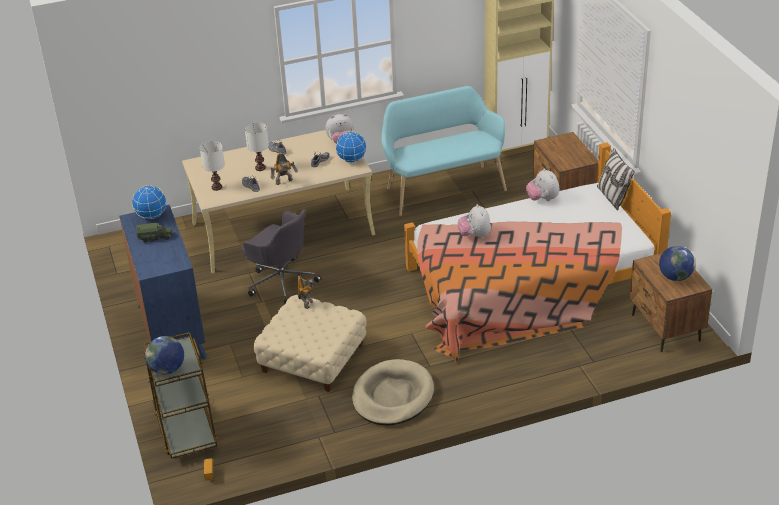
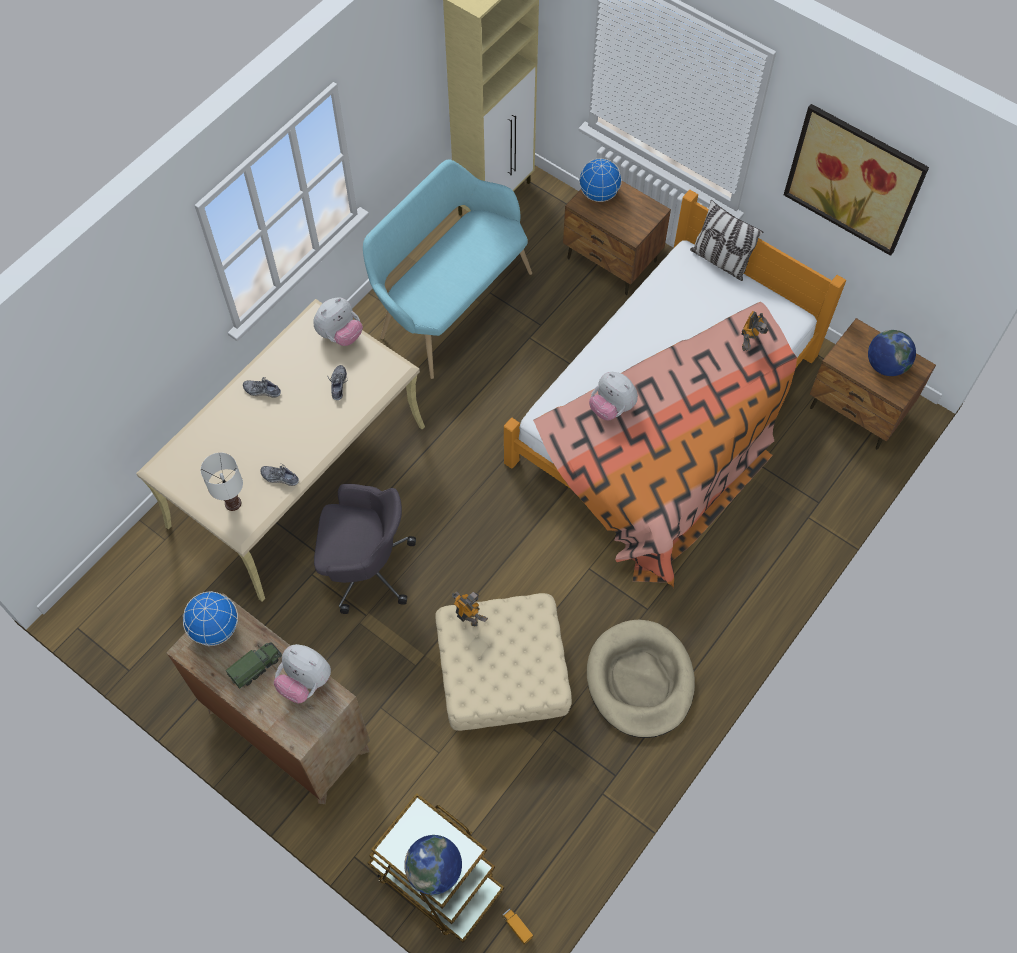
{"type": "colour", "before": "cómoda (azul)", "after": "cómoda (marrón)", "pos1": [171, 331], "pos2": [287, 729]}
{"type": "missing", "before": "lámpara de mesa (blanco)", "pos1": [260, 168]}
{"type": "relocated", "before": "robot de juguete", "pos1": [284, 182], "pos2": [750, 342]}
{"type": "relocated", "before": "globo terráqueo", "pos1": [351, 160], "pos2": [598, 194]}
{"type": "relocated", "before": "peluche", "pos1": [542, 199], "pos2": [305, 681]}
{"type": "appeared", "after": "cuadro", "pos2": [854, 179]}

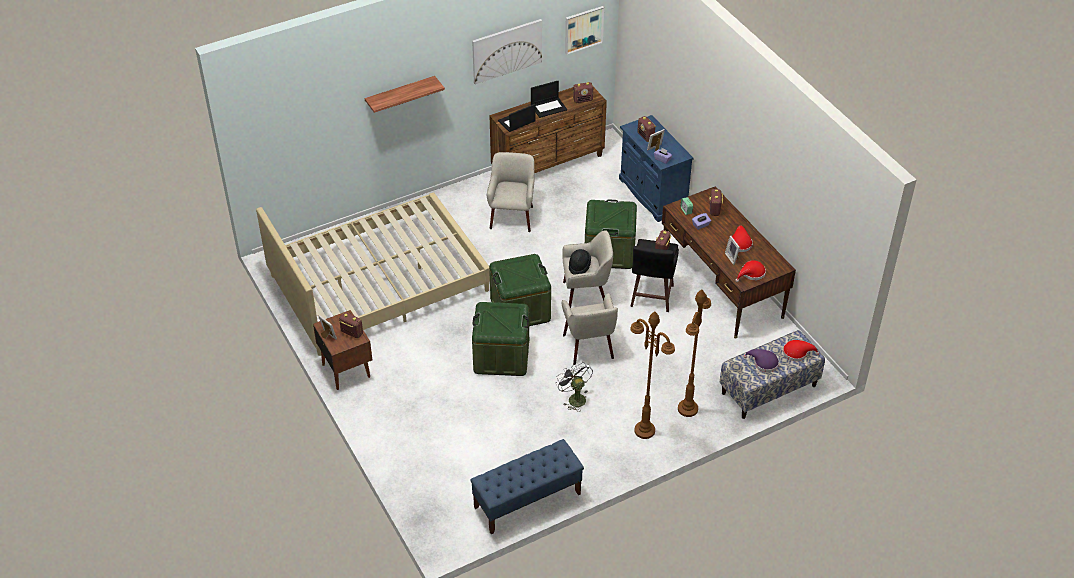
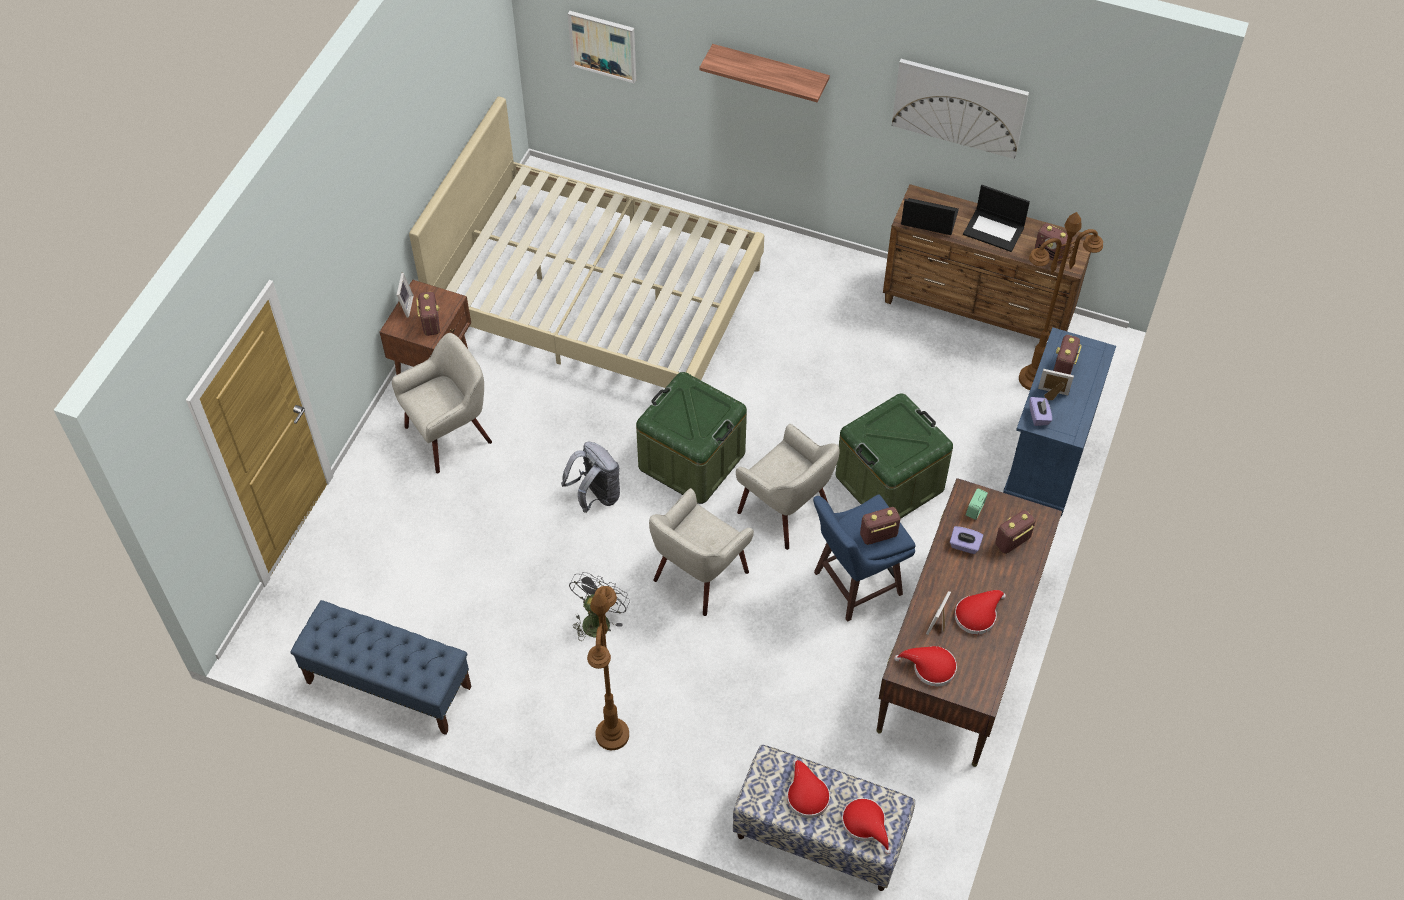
{"type": "exchanged", "before": "caja de almacenaje (verde)", "after": "mochila (gris)", "pos1": [501, 356], "pos2": [596, 496]}
{"type": "relocated", "before": "sillón (beis)", "pos1": [512, 217], "pos2": [449, 435]}
{"type": "relocated", "before": "cuadro", "pos1": [583, 29], "pos2": [603, 45]}
{"type": "missing", "before": "sombrero (negro)", "pos1": [579, 266]}
{"type": "colour", "before": "taburete (negro)", "after": "taburete (azul)", "pos1": [651, 297], "pos2": [855, 584]}
{"type": "relocated", "before": "lámpara de pie (marrón)", "pos1": [687, 409], "pos2": [1033, 379]}
{"type": "colour", "before": "sombrero (morado)", "after": "sombrero (rojo)", "pos1": [763, 363], "pos2": [806, 794]}

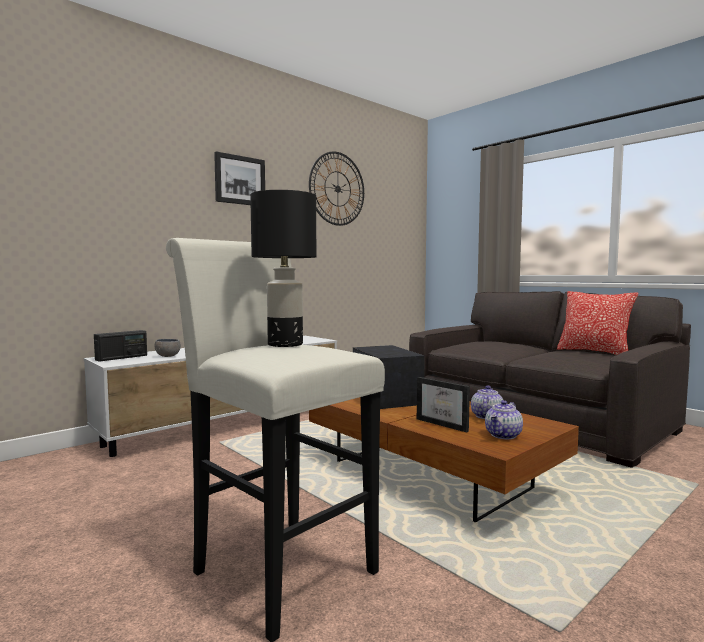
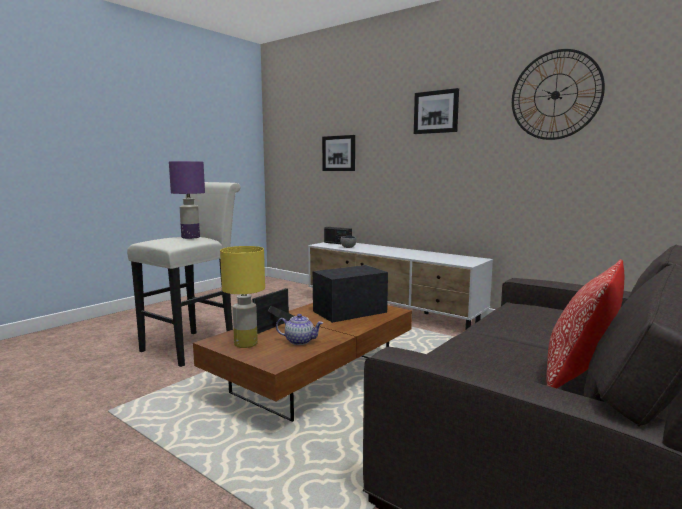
{"type": "colour", "before": "lámpara de mesa (negro)", "after": "lámpara de mesa (morado)", "pos1": [284, 345], "pos2": [190, 237]}
{"type": "exchanged", "before": "tetera", "after": "lámpara de mesa (amarillo)", "pos1": [503, 435], "pos2": [246, 344]}
{"type": "appeared", "after": "cuadro", "pos2": [339, 153]}

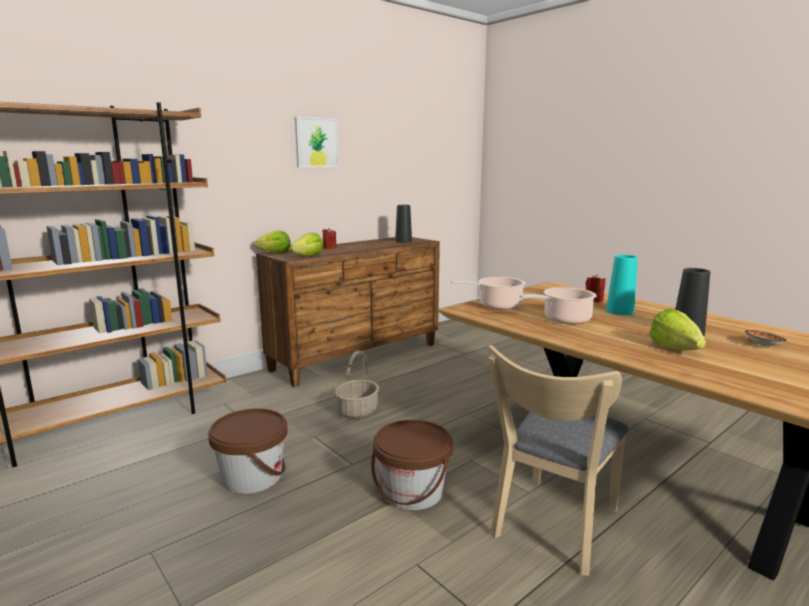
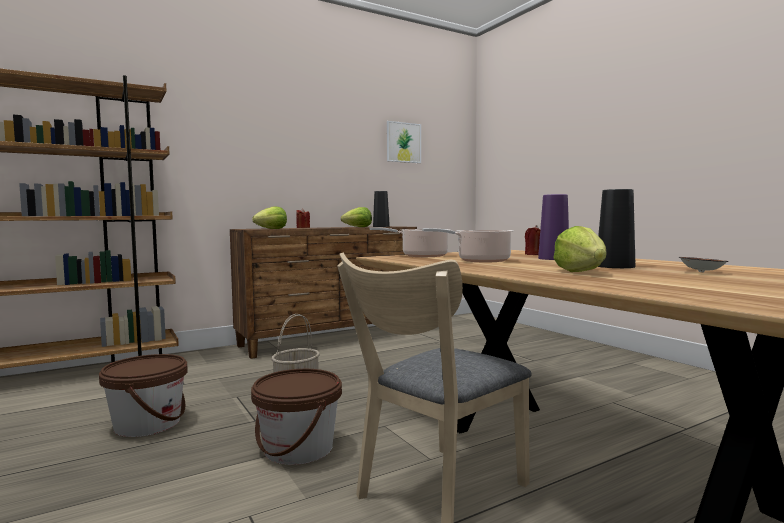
{"type": "relocated", "before": "lechuga", "pos1": [275, 253], "pos2": [358, 227]}
{"type": "relocated", "before": "cuadro", "pos1": [316, 142], "pos2": [403, 142]}
{"type": "colour", "before": "florero (turquesa)", "after": "florero (morado)", "pos1": [620, 311], "pos2": [553, 258]}

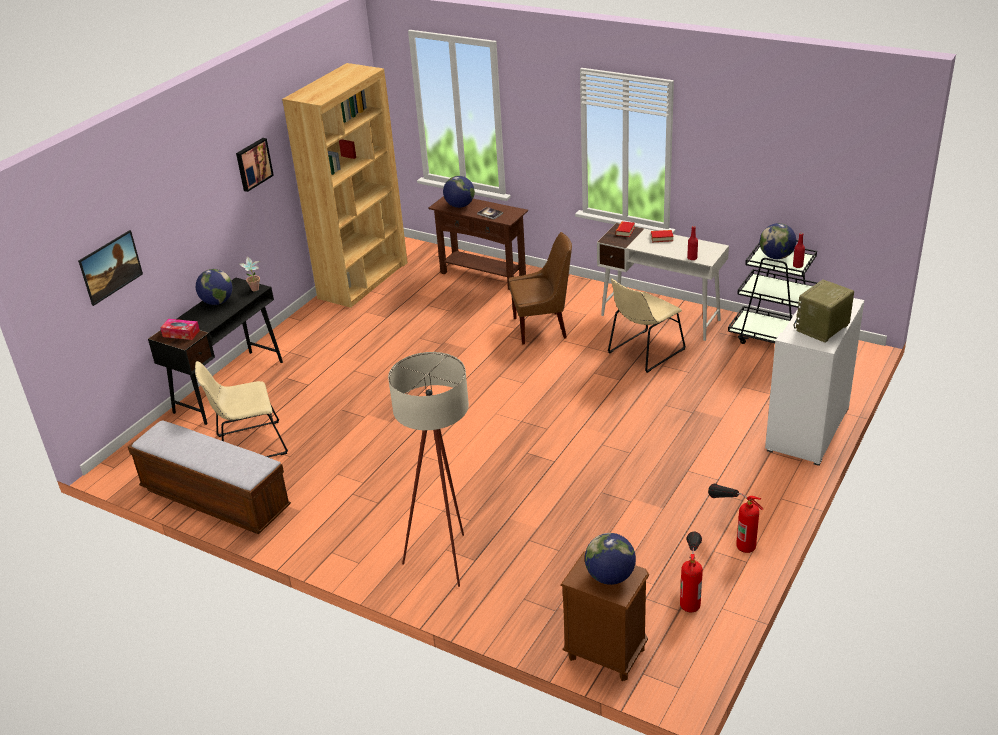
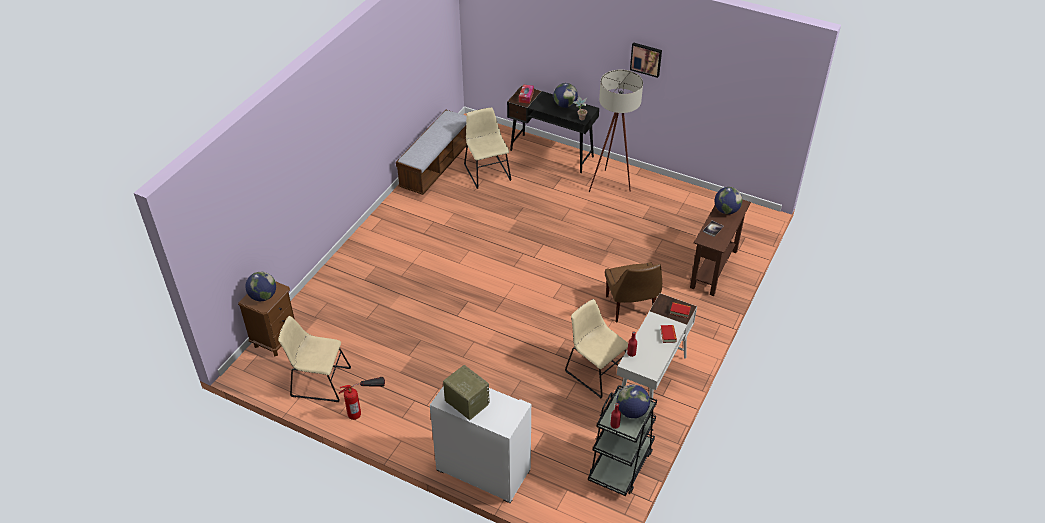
{"type": "missing", "before": "cuadro", "pos1": [114, 278]}
{"type": "missing", "before": "estantería (marrón)", "pos1": [363, 280]}
{"type": "relocated", "before": "lámpara de pie (beis)", "pos1": [447, 556], "pos2": [612, 186]}
{"type": "exchanged", "before": "extintor", "after": "silla (beis)", "pos1": [691, 591], "pos2": [318, 381]}

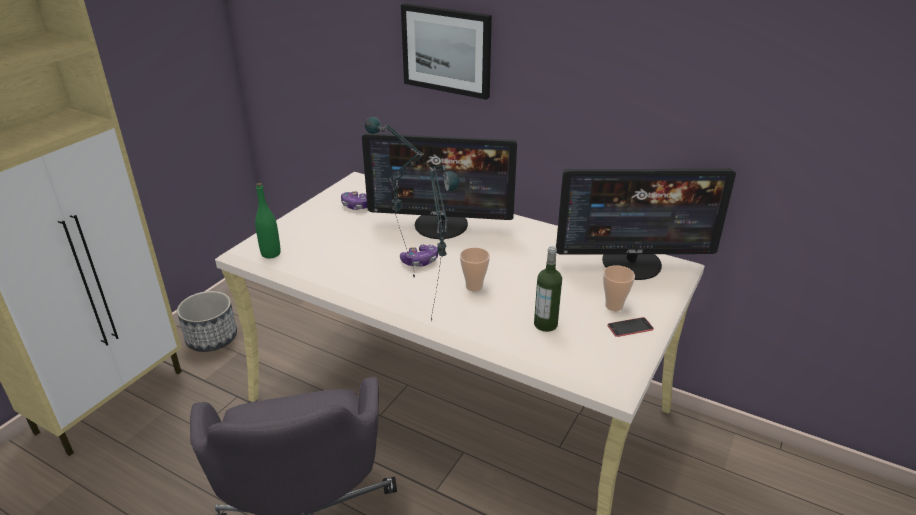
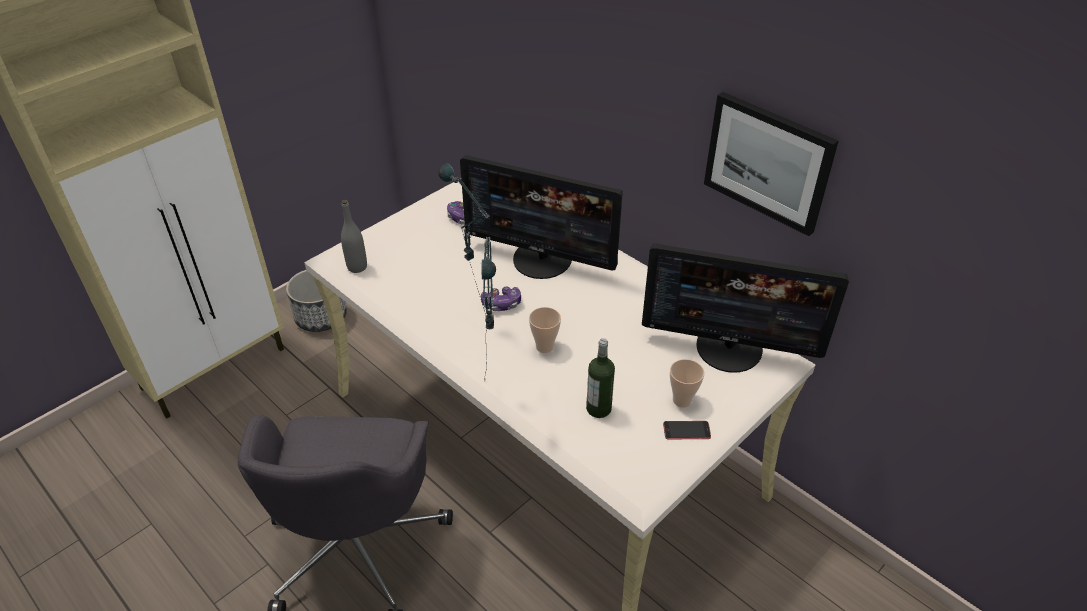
{"type": "colour", "before": "botella (verde)", "after": "botella (gris)", "pos1": [271, 253], "pos2": [357, 267]}
{"type": "relocated", "before": "cuadro", "pos1": [447, 50], "pos2": [768, 162]}

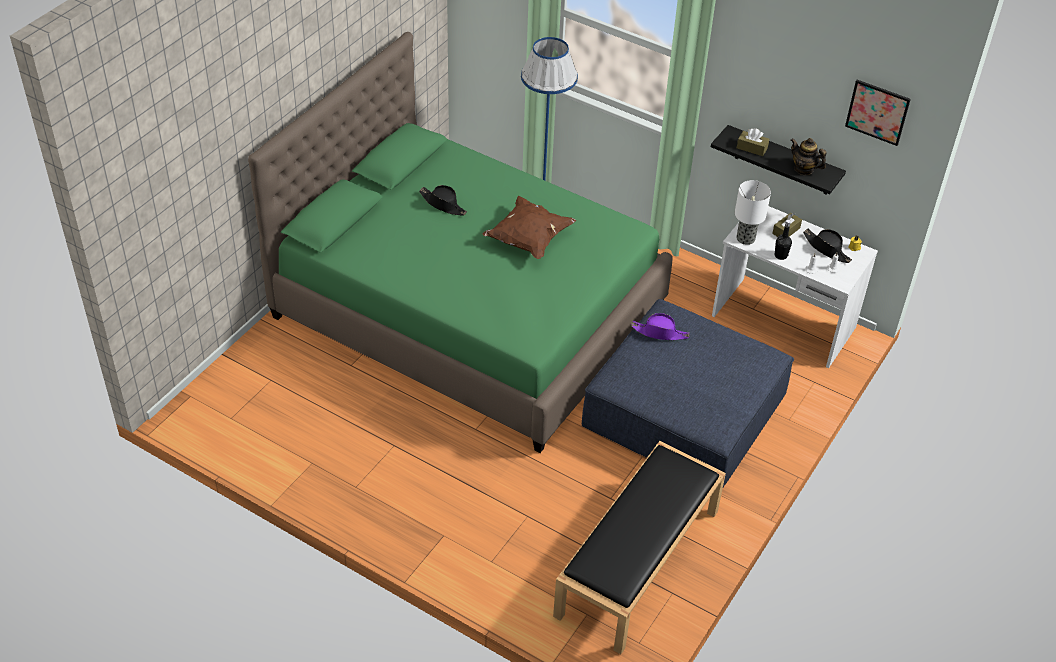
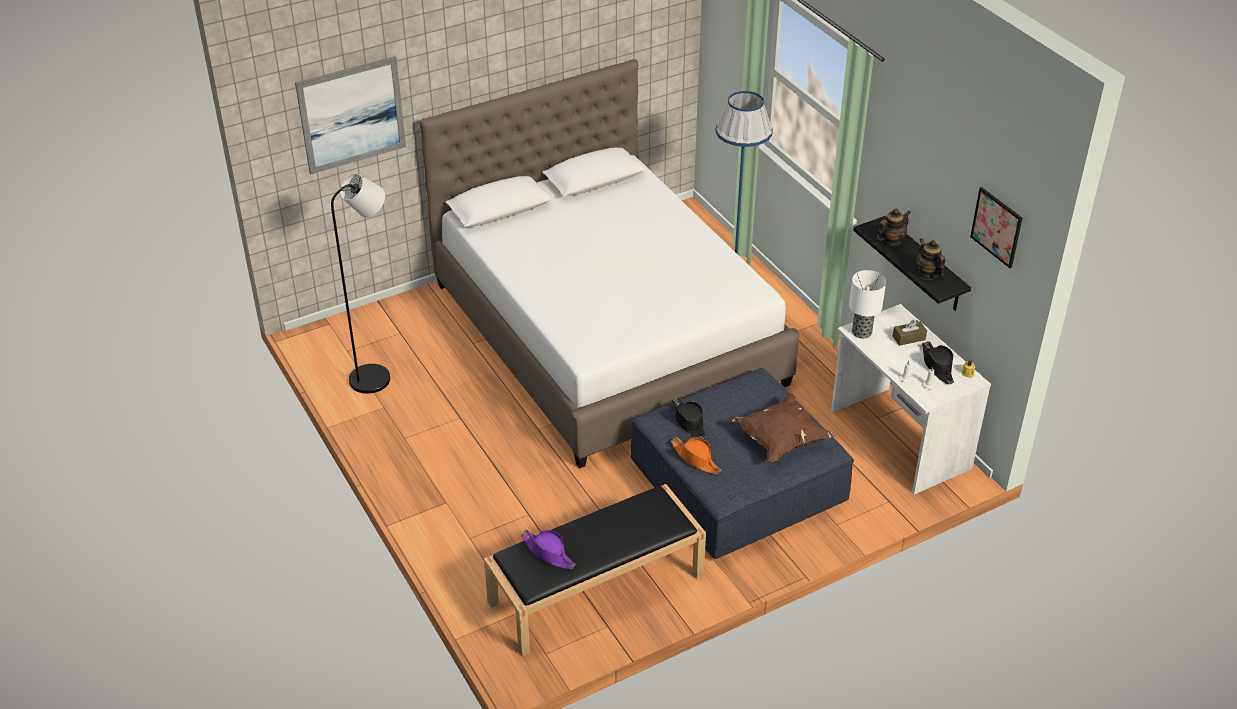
{"type": "colour", "before": "cama (verde)", "after": "cama (blanco)", "pos1": [469, 310], "pos2": [607, 333]}
{"type": "relocated", "before": "sombrero (negro)", "pos1": [443, 204], "pos2": [689, 422]}
{"type": "relocated", "before": "cojín (marrón)", "pos1": [528, 239], "pos2": [780, 440]}
{"type": "relocated", "before": "sombrero (morado)", "pos1": [660, 333], "pos2": [548, 553]}
{"type": "exchanged", "before": "caja de pañuelos (marrón)", "after": "tetera", "pos1": [752, 148], "pos2": [890, 241]}
{"type": "missing", "before": "botella (negro)", "pos1": [780, 255]}
{"type": "appeared", "after": "cuadro", "pos2": [352, 115]}
{"type": "appeared", "after": "lámpara de pie (negro)", "pos2": [377, 376]}
{"type": "appeared", "after": "sombrero (naranja)", "pos2": [696, 459]}

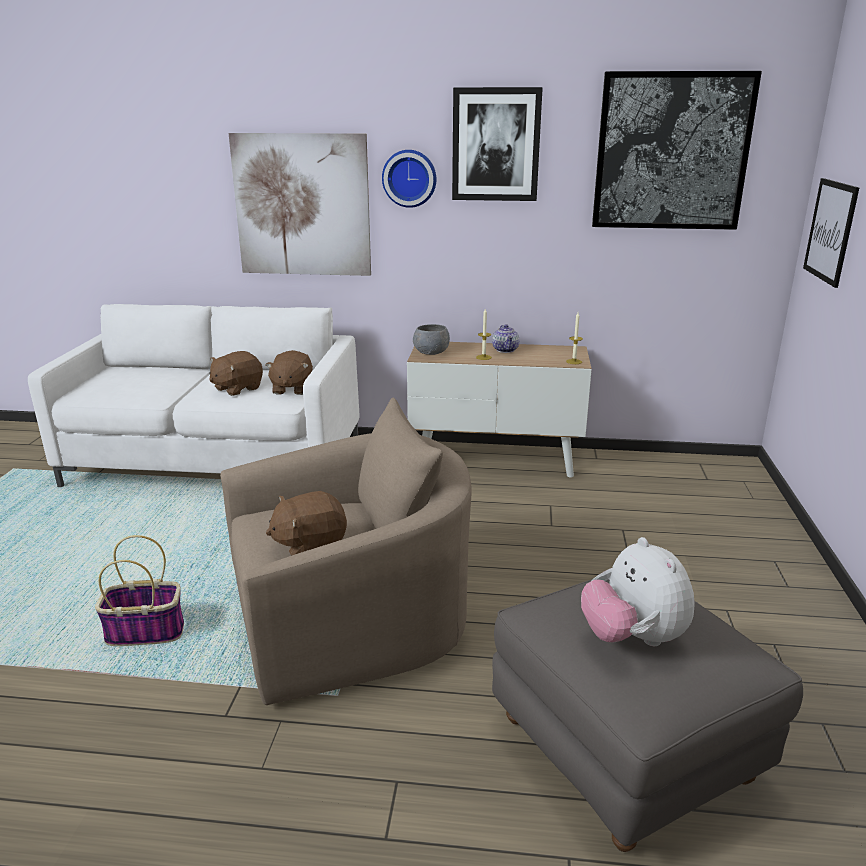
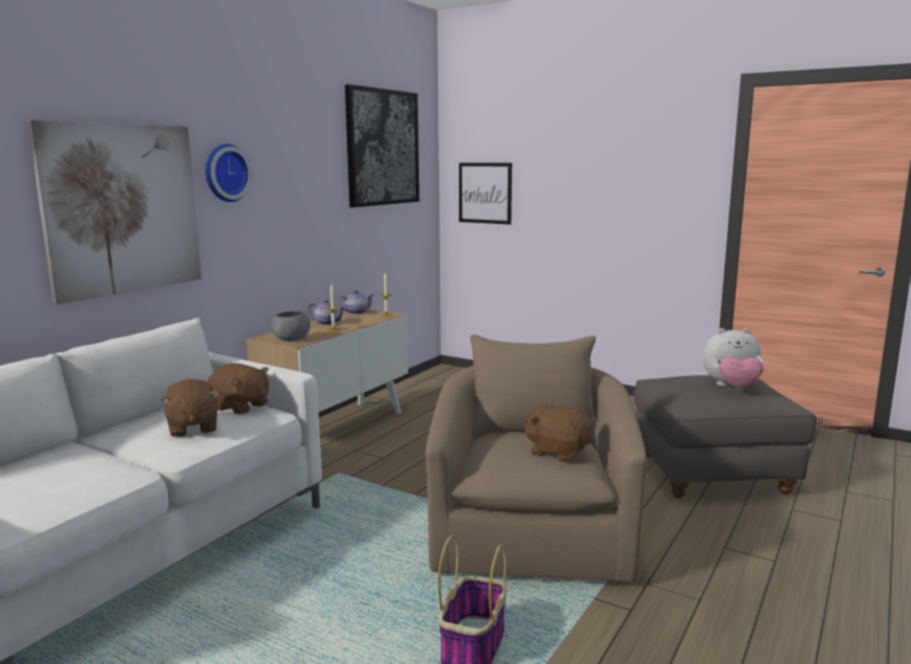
{"type": "spun", "before": "peluche (marrón)", "pos1": [310, 544], "pos2": [558, 452], "turn": 120}
{"type": "missing", "before": "cuadro", "pos1": [496, 145]}
{"type": "appeared", "after": "tetera", "pos2": [356, 312]}

